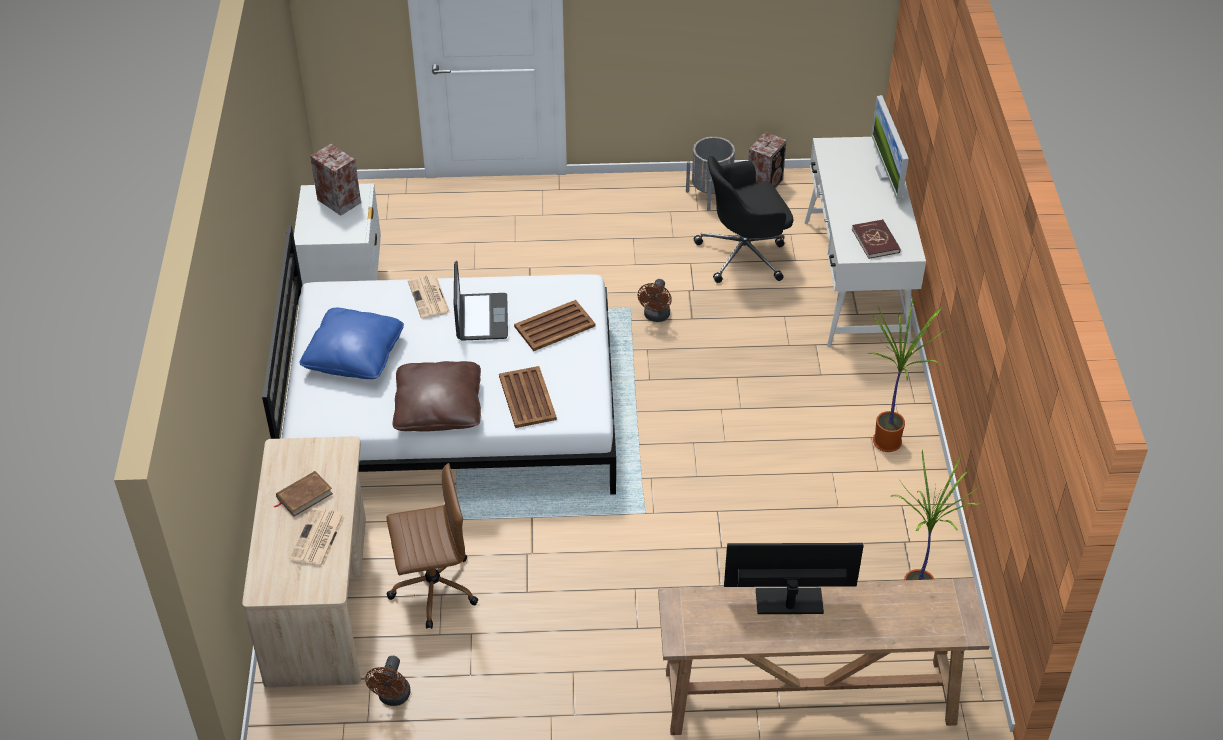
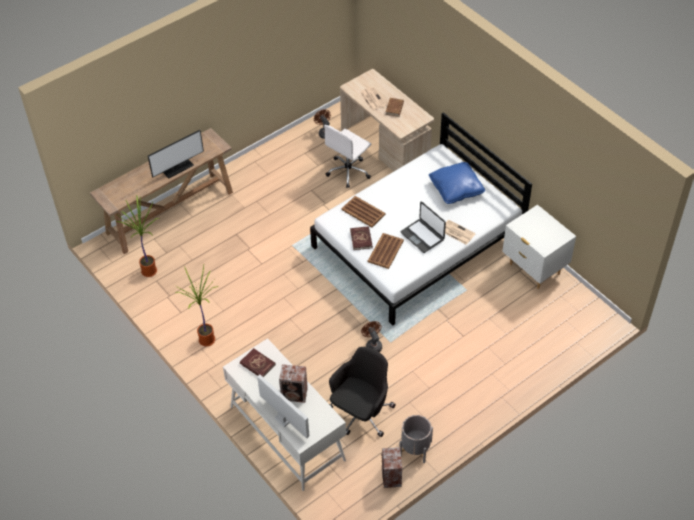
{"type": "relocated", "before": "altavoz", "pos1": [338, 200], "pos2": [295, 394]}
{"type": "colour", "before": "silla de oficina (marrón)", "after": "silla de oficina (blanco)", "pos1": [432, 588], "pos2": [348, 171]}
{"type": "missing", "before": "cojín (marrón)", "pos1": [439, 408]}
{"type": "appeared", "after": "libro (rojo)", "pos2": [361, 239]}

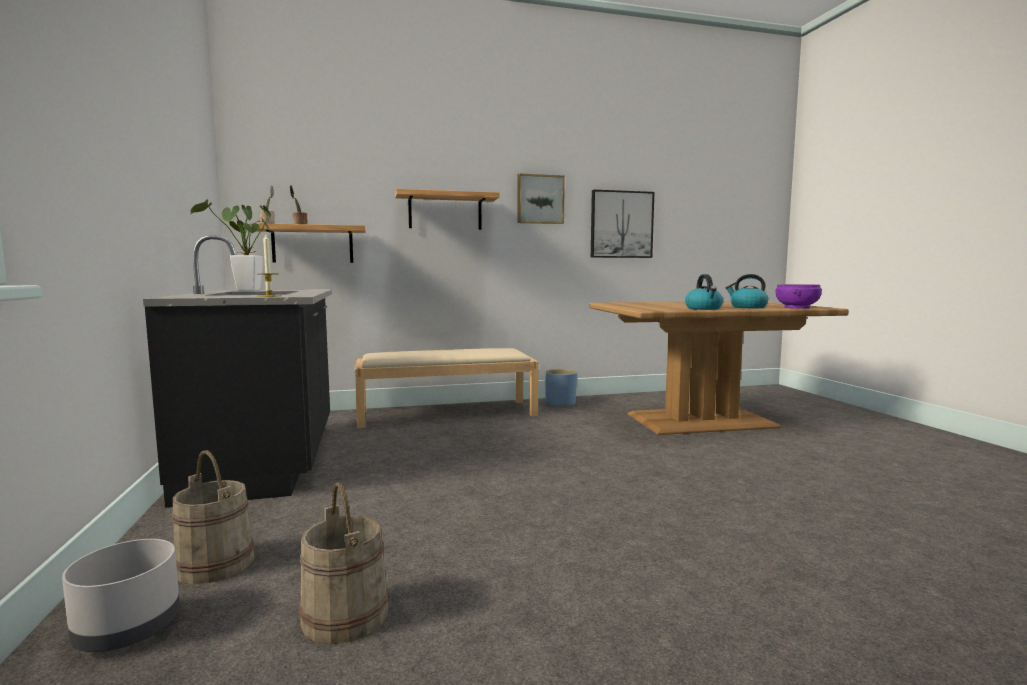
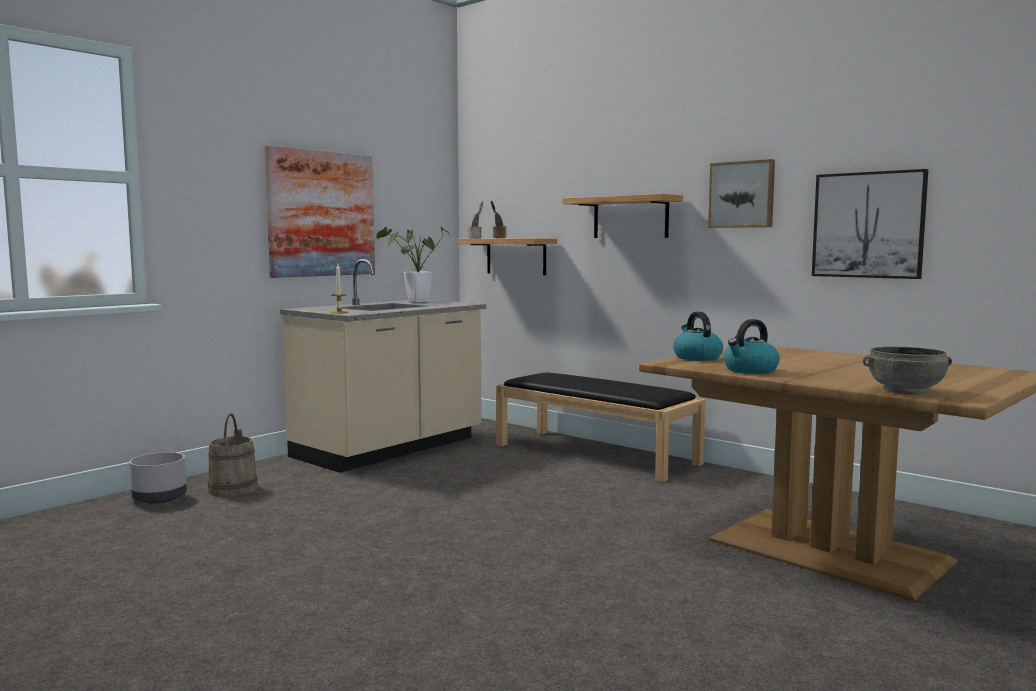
{"type": "colour", "before": "mueble bajo de cocina (negro)", "after": "mueble bajo de cocina (beis)", "pos1": [267, 460], "pos2": [390, 448]}
{"type": "missing", "before": "cubo (beis)", "pos1": [344, 615]}
{"type": "colour", "before": "banco (beis)", "after": "banco (negro)", "pos1": [448, 413], "pos2": [596, 454]}
{"type": "missing", "before": "maceta (azul)", "pos1": [560, 404]}
{"type": "relocated", "before": "hervidor", "pos1": [747, 307], "pos2": [696, 357]}
{"type": "colour", "before": "cuenco (morado)", "after": "cuenco (gris)", "pos1": [797, 308], "pos2": [905, 391]}
{"type": "appeared", "after": "cuadro", "pos2": [321, 214]}

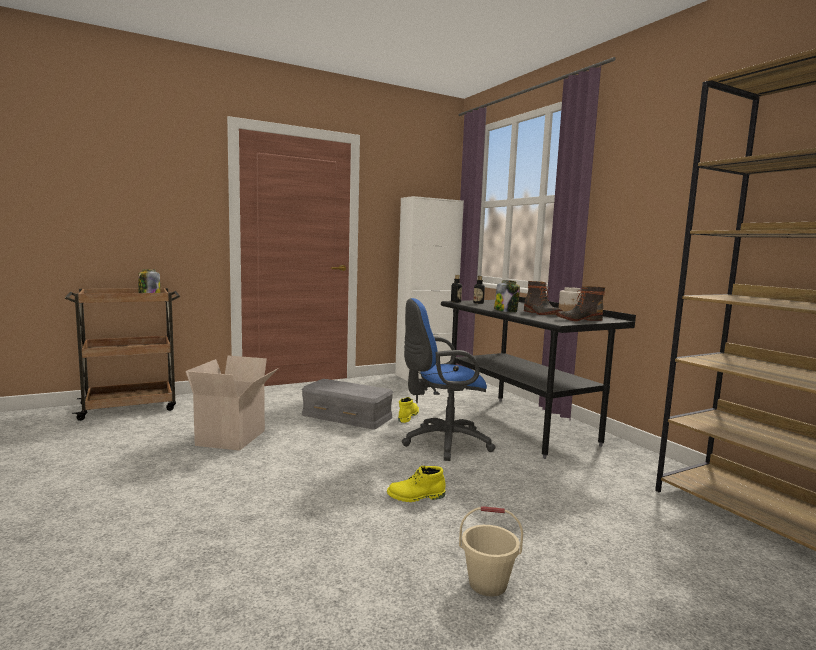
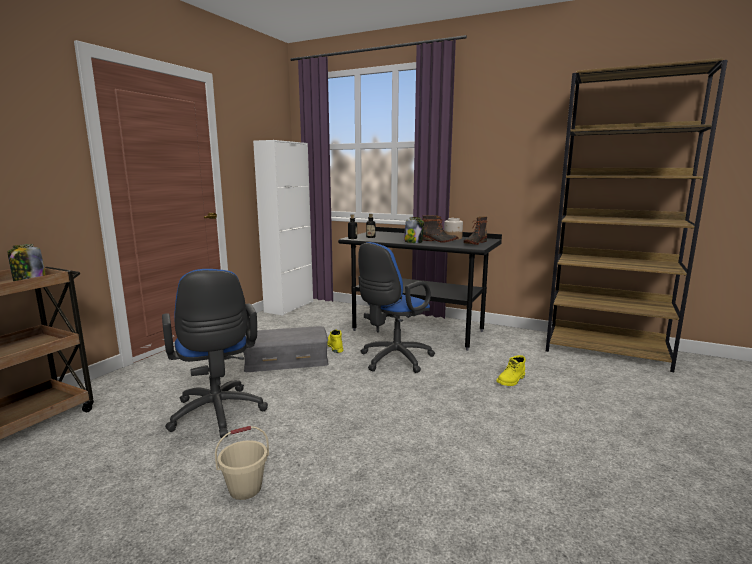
{"type": "exchanged", "before": "caja de cartón", "after": "silla de oficina (azul)", "pos1": [232, 438], "pos2": [217, 415]}
{"type": "relocated", "before": "bota (amarillo)", "pos1": [416, 497], "pos2": [511, 380]}
{"type": "relocated", "before": "cubo (beis)", "pos1": [487, 584], "pos2": [245, 489]}

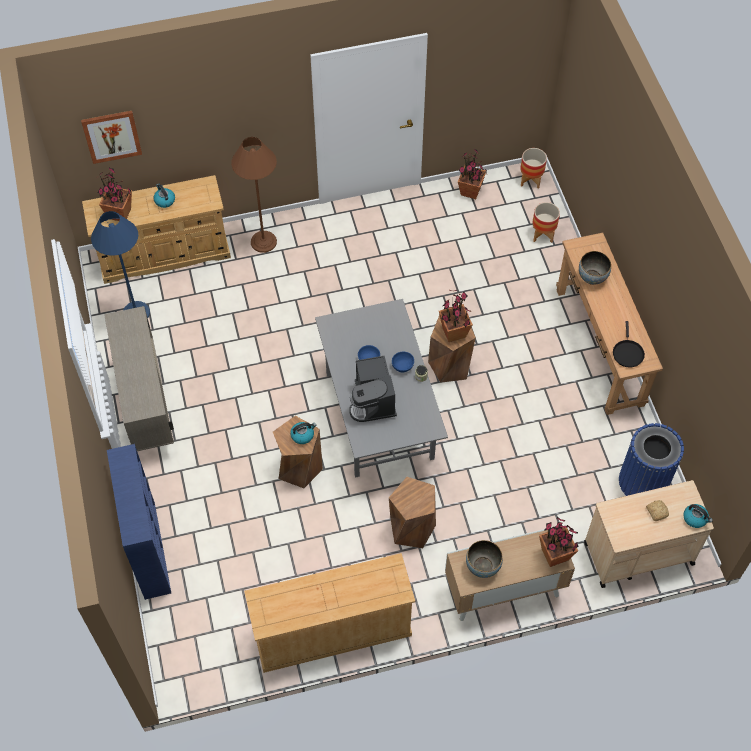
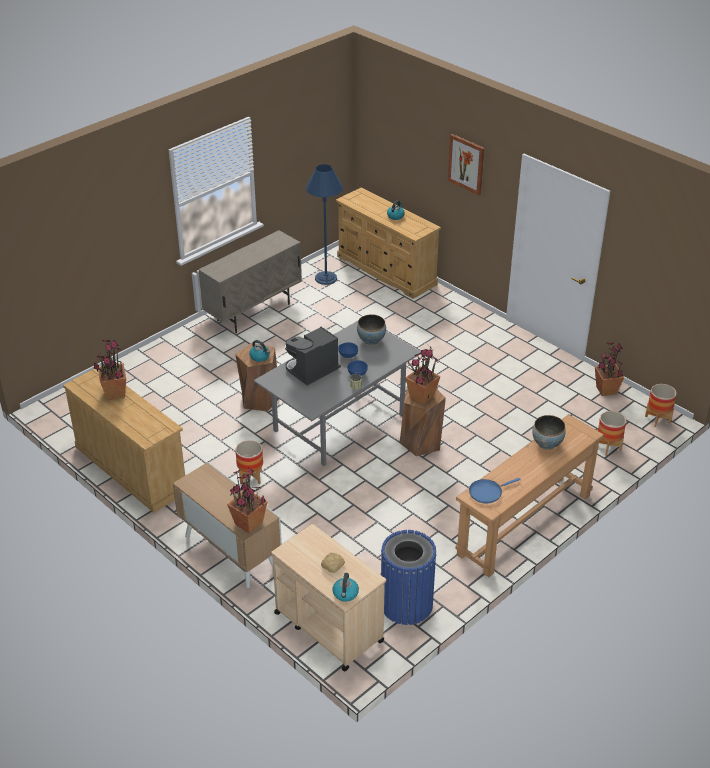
{"type": "relocated", "before": "cuadro", "pos1": [112, 136], "pos2": [466, 164]}
{"type": "relocated", "before": "planta en maceta", "pos1": [119, 214], "pos2": [114, 393]}
{"type": "missing", "before": "estantería (azul)", "pos1": [149, 549]}
{"type": "missing", "before": "lámpara de pie (marrón)", "pos1": [263, 242]}
{"type": "exchanged", "before": "taburete (marrón)", "after": "maceta", "pos1": [412, 528], "pos2": [250, 477]}
{"type": "relocated", "before": "cuenco", "pos1": [482, 566], "pos2": [371, 340]}
{"type": "colour", "before": "sartén (negro)", "after": "sartén (azul)", "pos1": [627, 353], "pos2": [487, 492]}

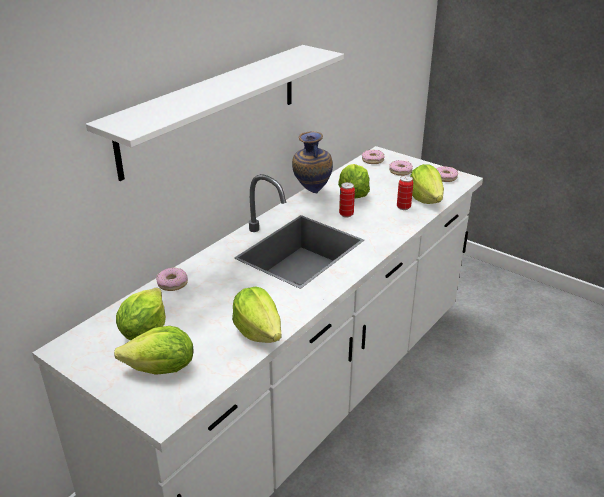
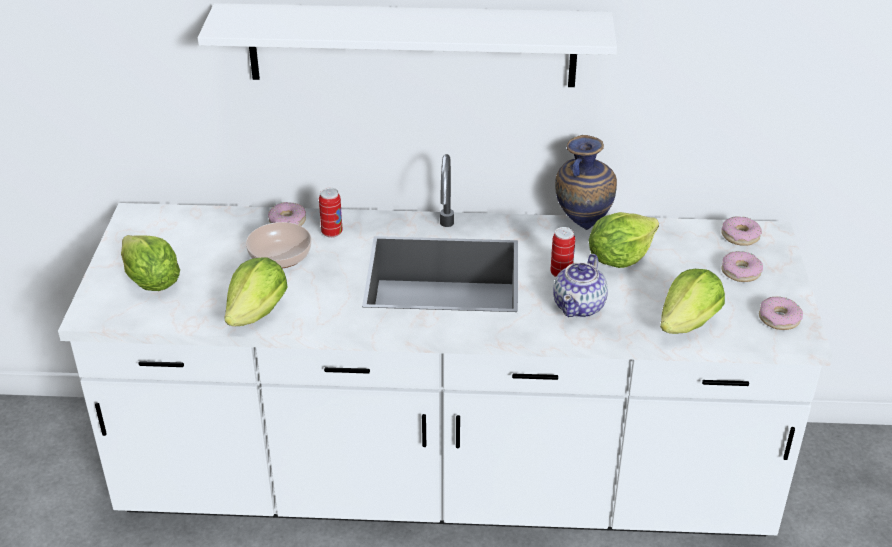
{"type": "missing", "before": "lechuga", "pos1": [144, 331]}
{"type": "relocated", "before": "lata", "pos1": [403, 207], "pos2": [332, 233]}
{"type": "appeared", "after": "cuenco", "pos2": [281, 257]}
{"type": "appeared", "after": "tetera", "pos2": [579, 306]}

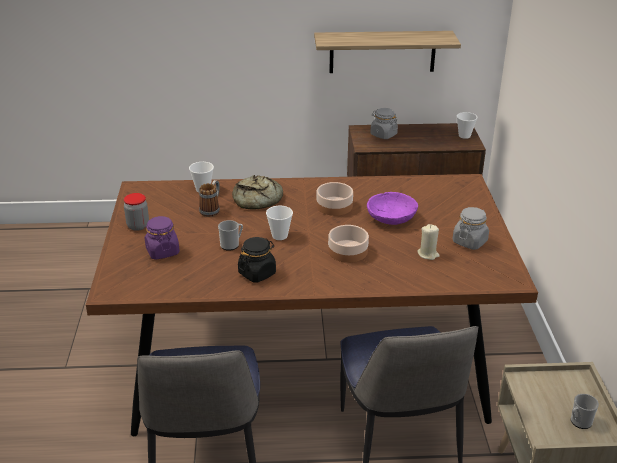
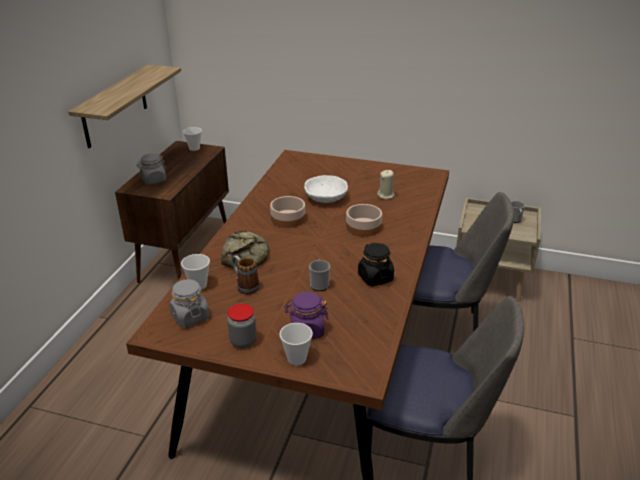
{"type": "relocated", "before": "taza", "pos1": [279, 236], "pos2": [296, 358]}
{"type": "colour", "before": "cuenco (morado)", "after": "cuenco (blanco)", "pos1": [391, 218], "pos2": [325, 198]}
{"type": "relocated", "before": "tarro (gris)", "pos1": [469, 241], "pos2": [190, 316]}

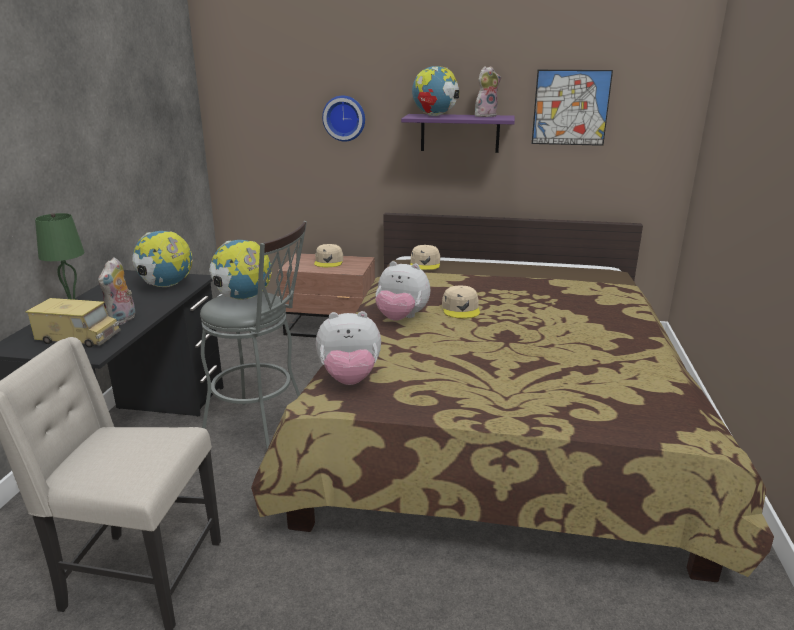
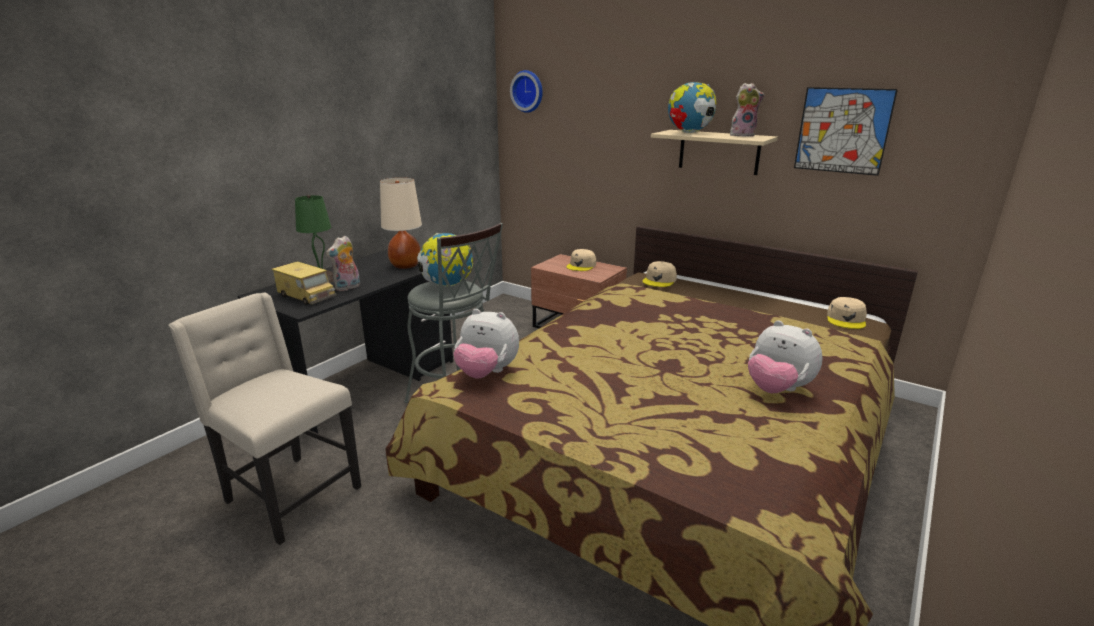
{"type": "exchanged", "before": "globo terráqueo", "after": "lámpara de mesa (beis)", "pos1": [166, 286], "pos2": [405, 265]}
{"type": "relocated", "before": "reloj de pared", "pos1": [344, 118], "pos2": [528, 91]}
{"type": "relocated", "before": "peluche", "pos1": [401, 318], "pos2": [777, 389]}
{"type": "colour", "before": "estante (morado)", "after": "estante (beis)", "pos1": [460, 133], "pos2": [719, 152]}
{"type": "relocated", "before": "gorra (beis)", "pos1": [461, 309], "pos2": [846, 319]}

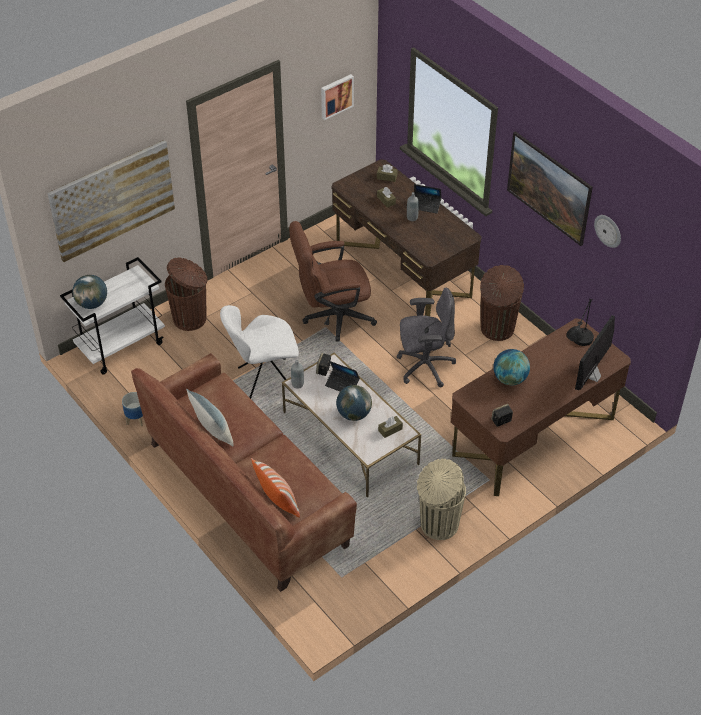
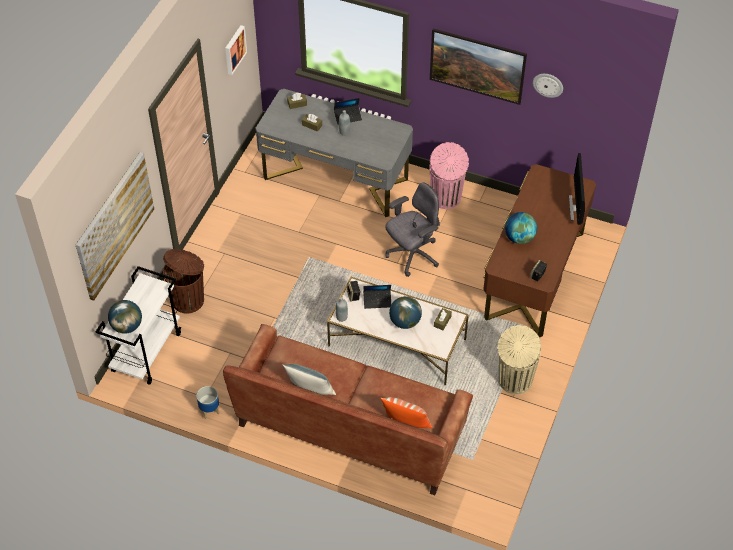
{"type": "missing", "before": "silla (blanco)", "pos1": [264, 381]}
{"type": "missing", "before": "silla de oficina (marrón)", "pos1": [332, 317]}
{"type": "colour", "before": "escritorio (marrón)", "after": "escritorio (gris)", "pos1": [402, 269], "pos2": [335, 179]}
{"type": "colour", "before": "papelera (marrón)", "after": "papelera (rosa)", "pos1": [497, 329], "pos2": [446, 198]}
{"type": "missing", "before": "lámpara de mesa (negro)", "pos1": [577, 351]}

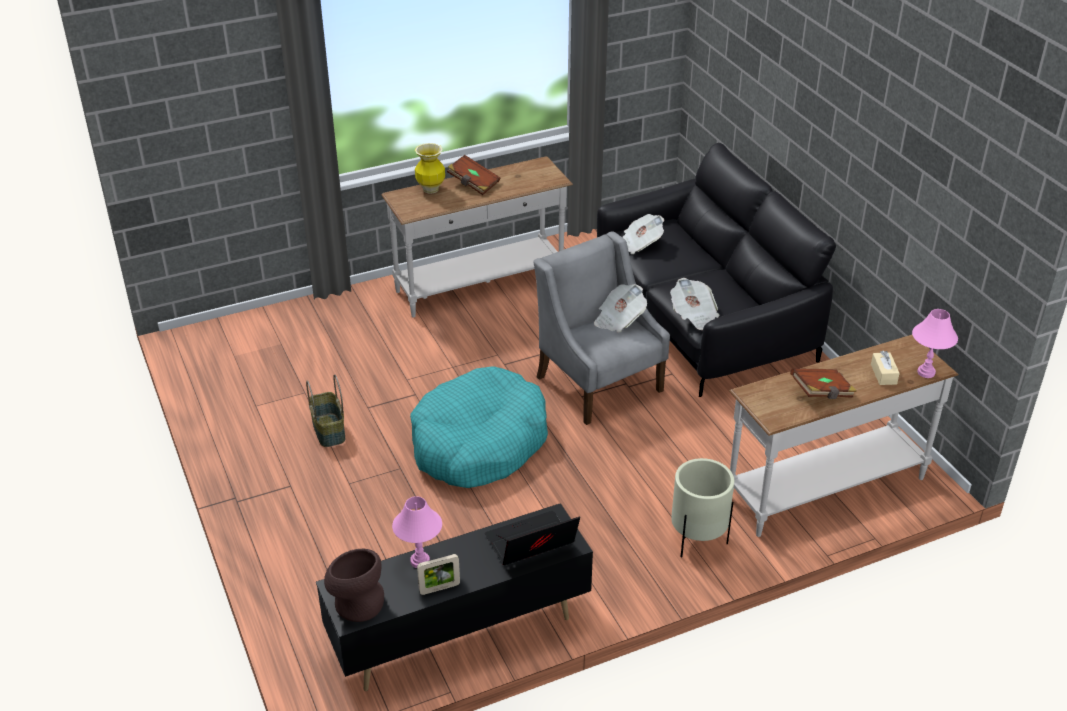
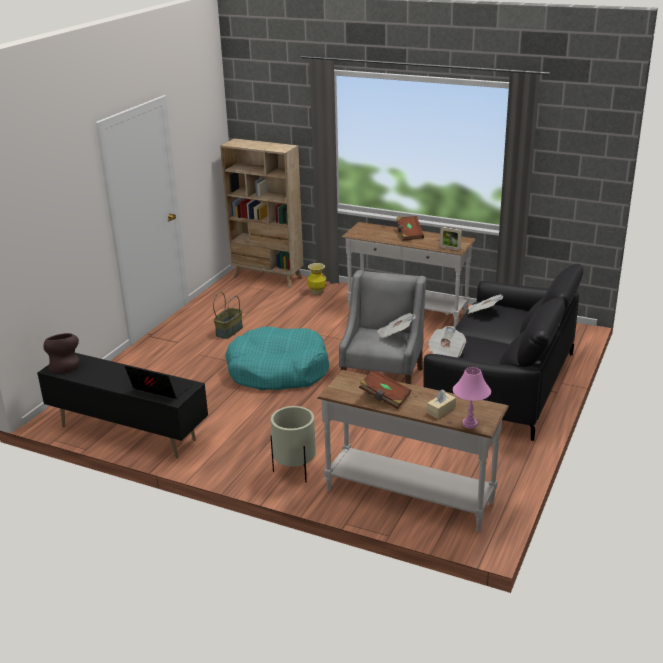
{"type": "missing", "before": "lámpara de mesa (rosa)", "pos1": [419, 561]}
{"type": "relocated", "before": "florero", "pos1": [430, 189], "pos2": [317, 292]}
{"type": "relocated", "before": "portarretratos", "pos1": [439, 588], "pos2": [450, 248]}
{"type": "appeared", "after": "estantería (beis)", "pos2": [267, 277]}

